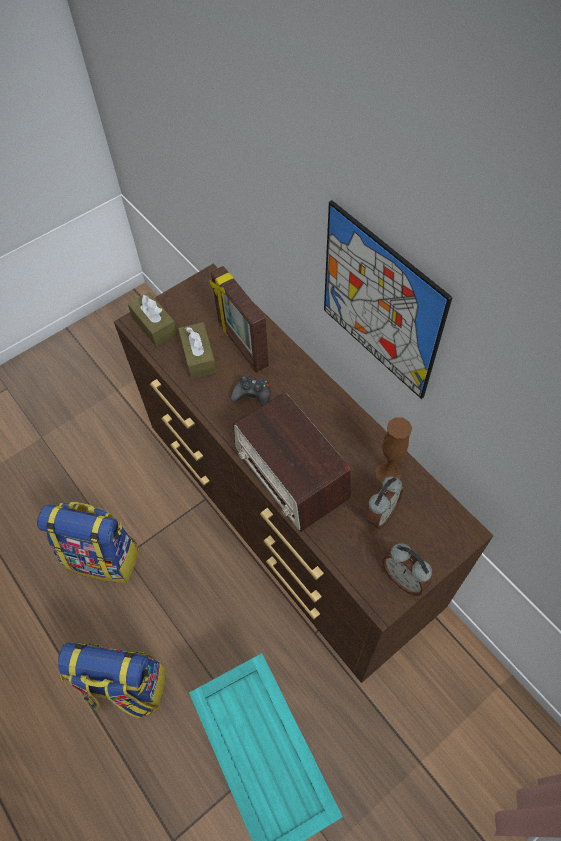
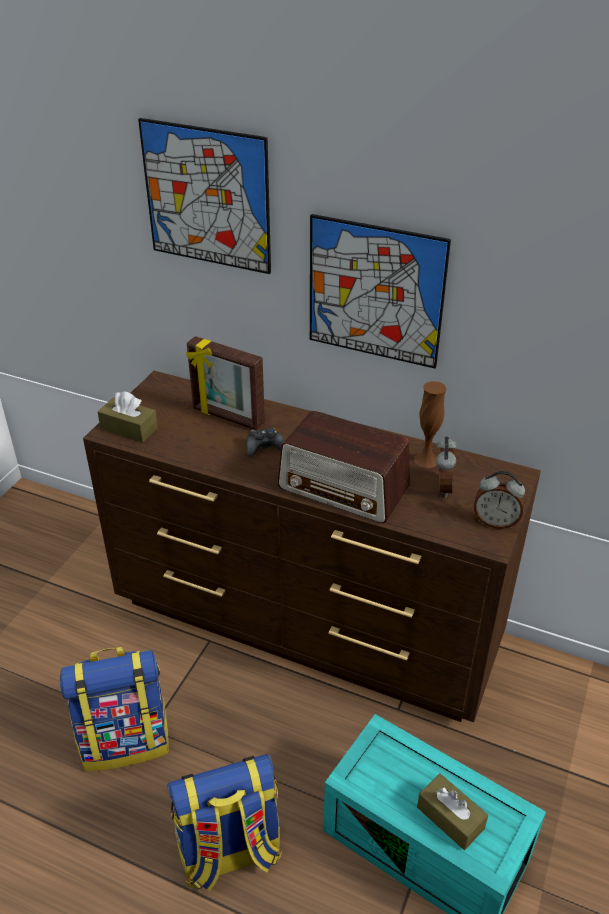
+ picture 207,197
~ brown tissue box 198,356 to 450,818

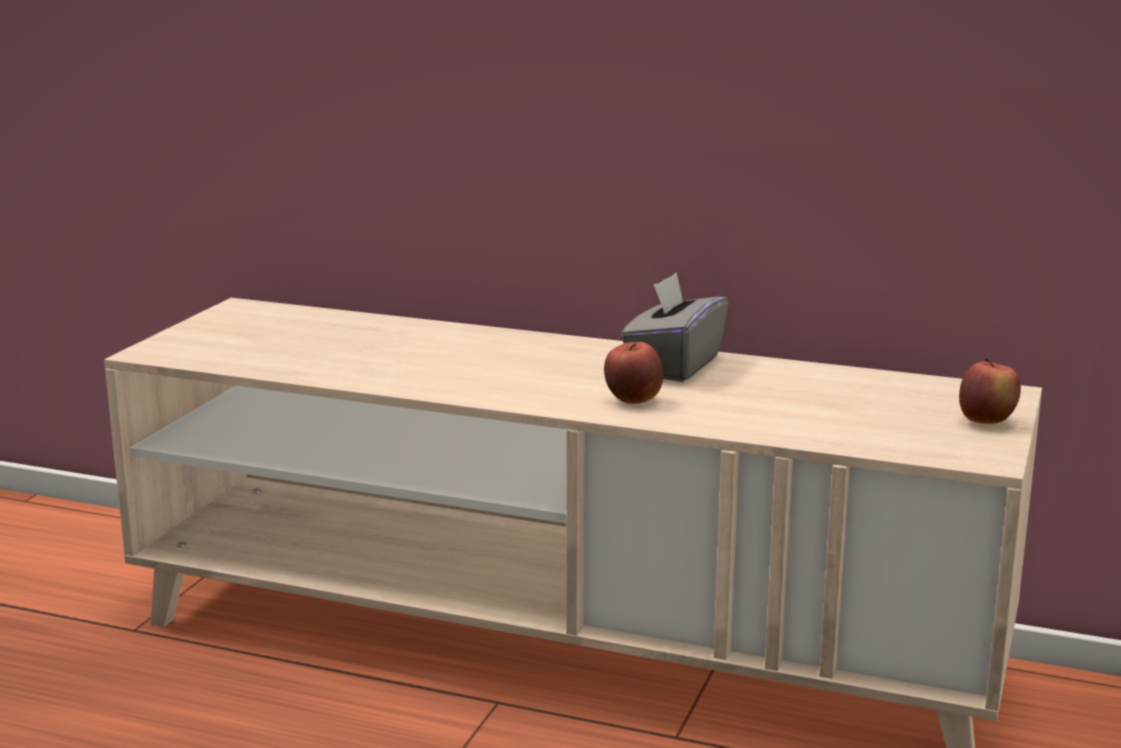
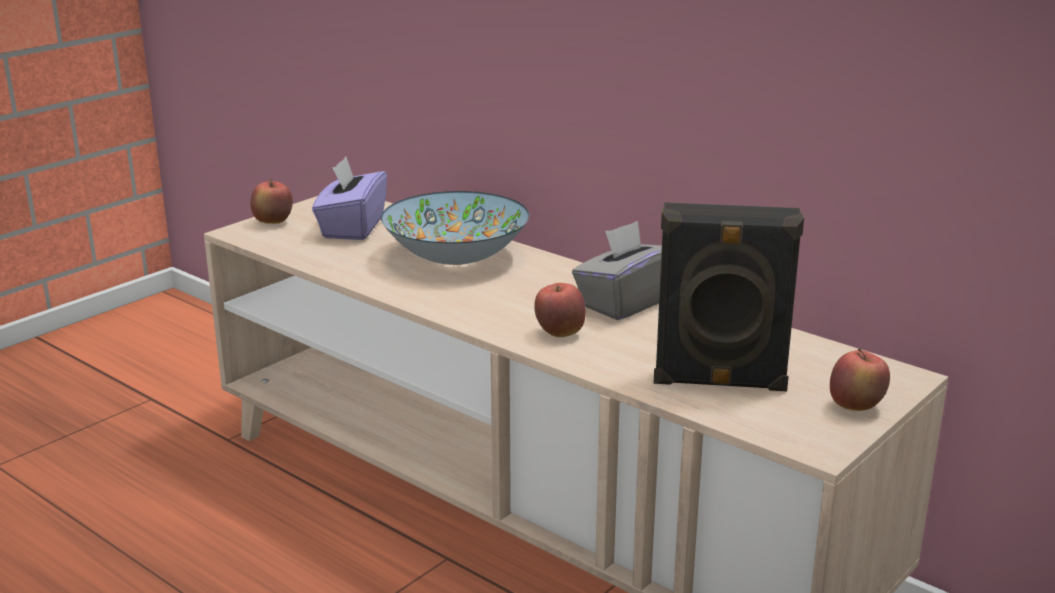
+ apple 273,223
+ purple tissue box 352,227
+ bowl 455,257
+ black speaker 719,382

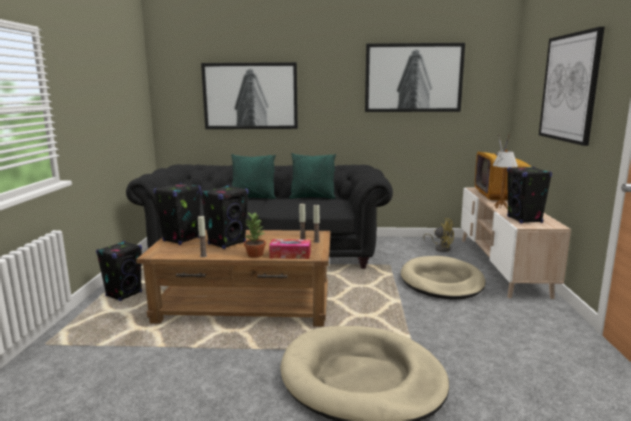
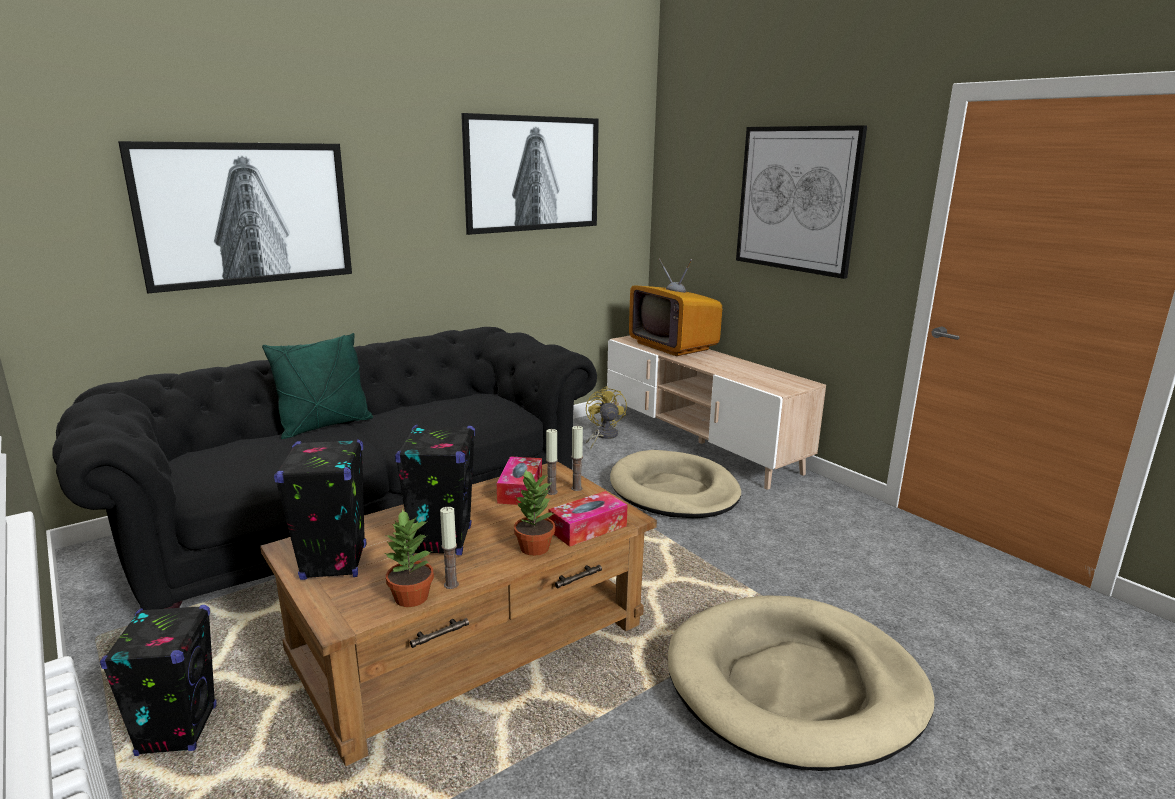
+ potted plant 411,598
+ tissue box 520,489
~ yellow fan 441,248 = 603,436 90 degrees counterclockwise
- green pillow 312,197
- table lamp 501,207
- black speaker 524,220

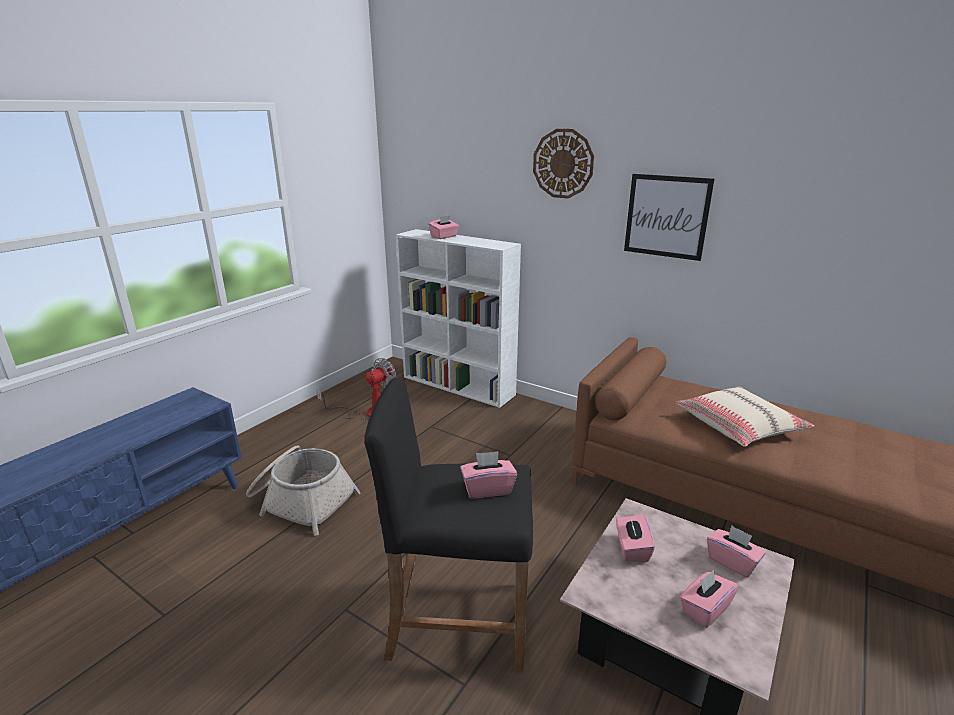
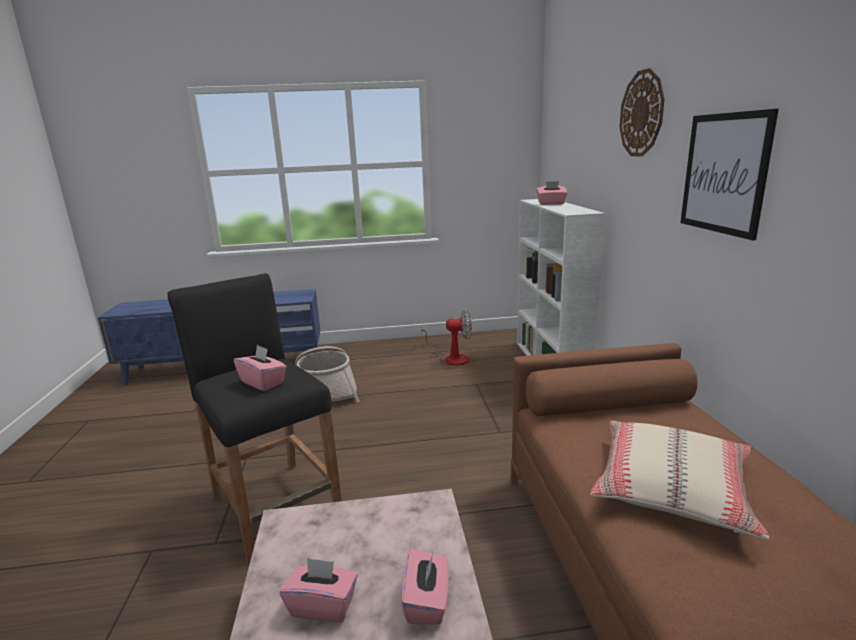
- pink tissue box 631,548

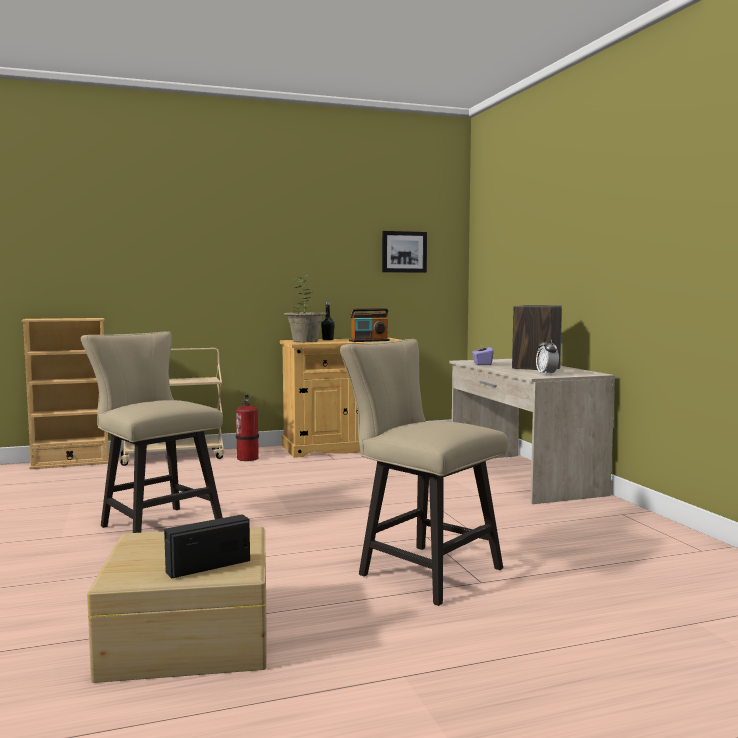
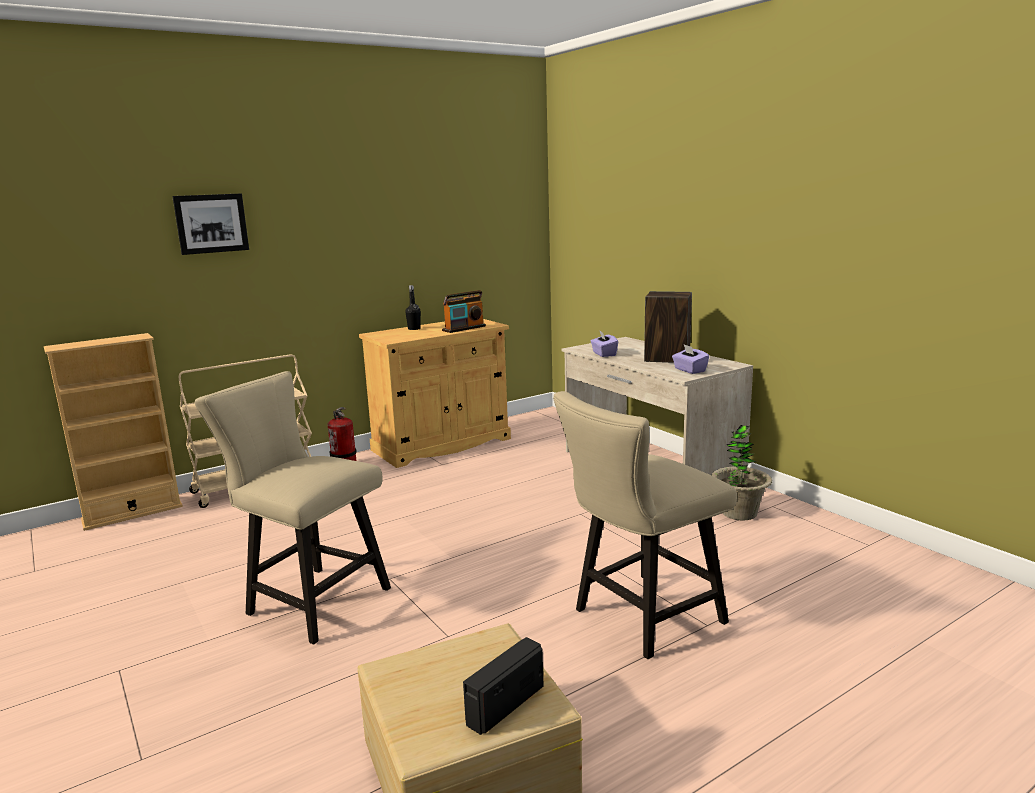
~ picture 404,252 to 211,223
~ beige chair 421,570 = 640,619 60 degrees counterclockwise
~ alarm clock 546,374 to purple tissue box 689,370
~ potted plant 305,341 to 739,513

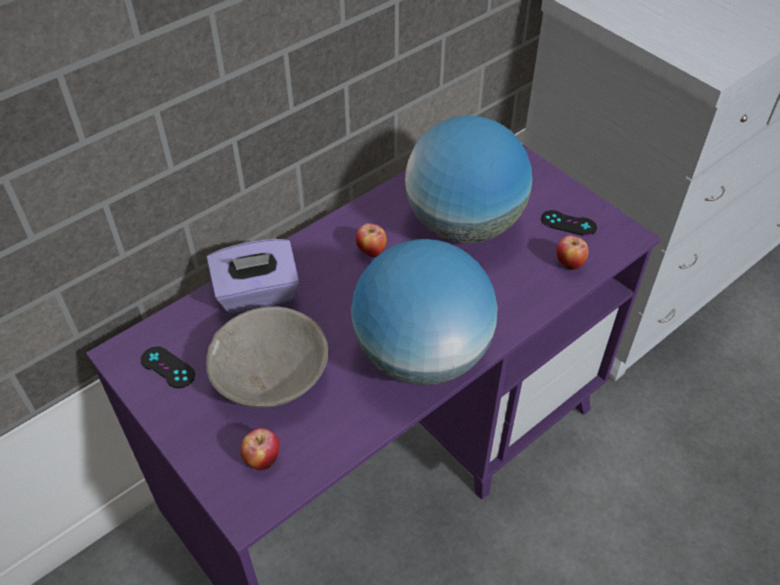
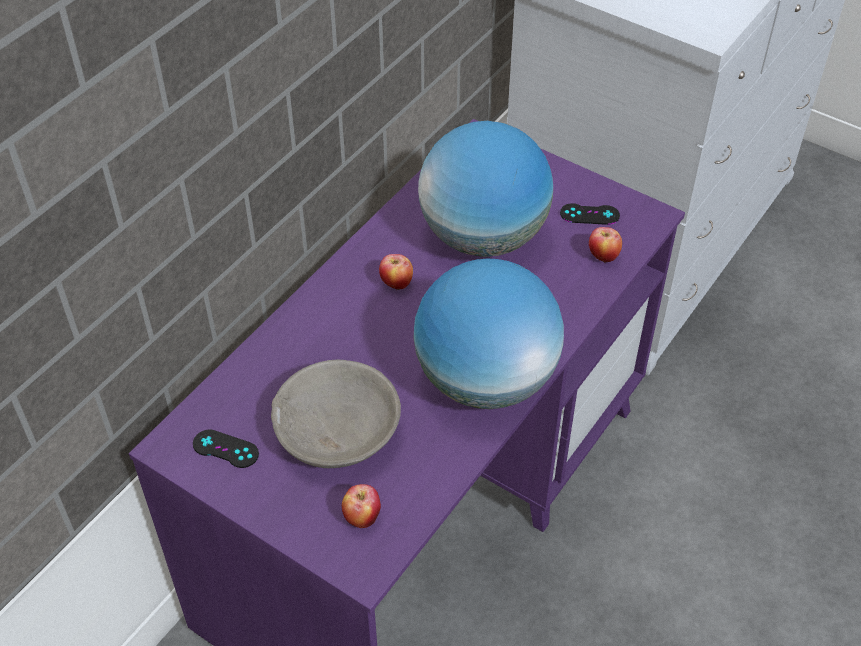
- purple tissue box 257,294

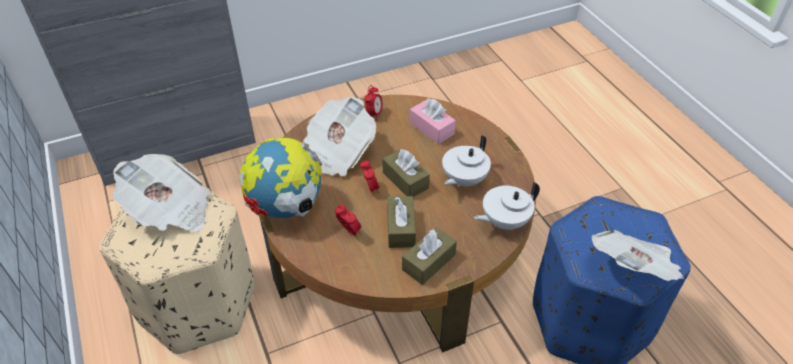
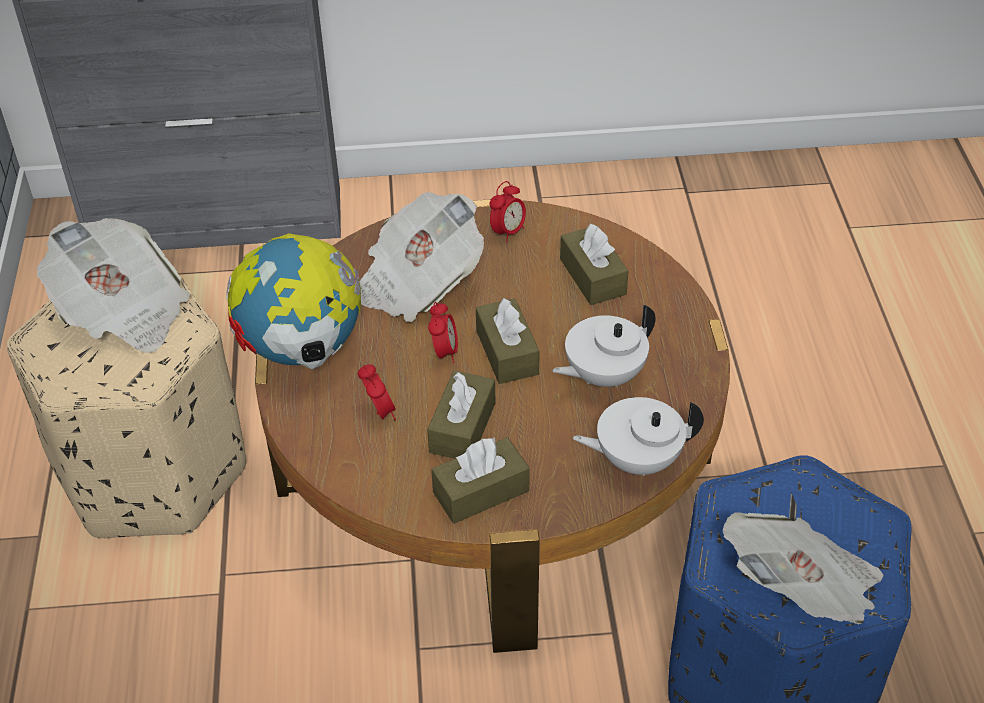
~ pink tissue box 431,128 to brown tissue box 592,276

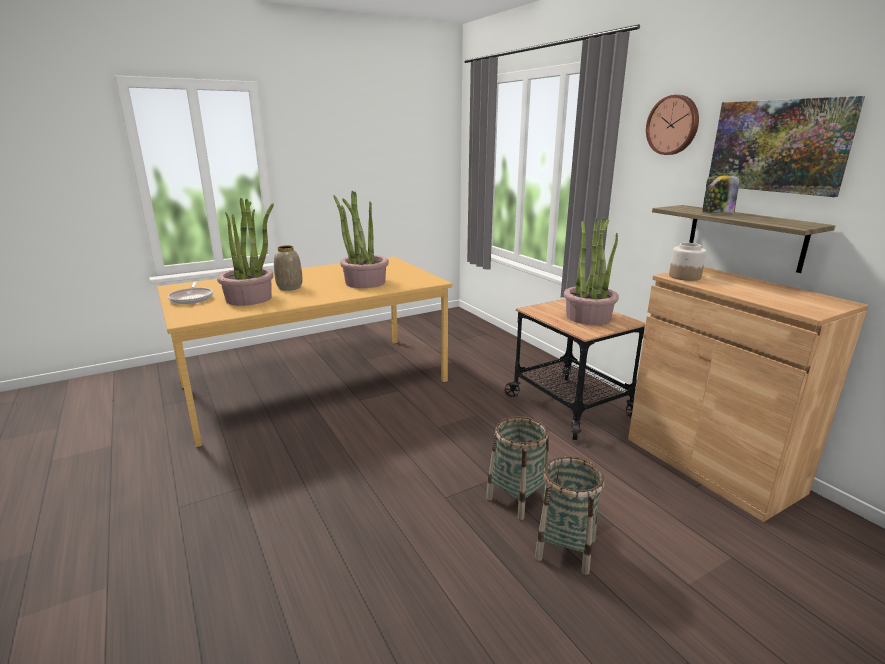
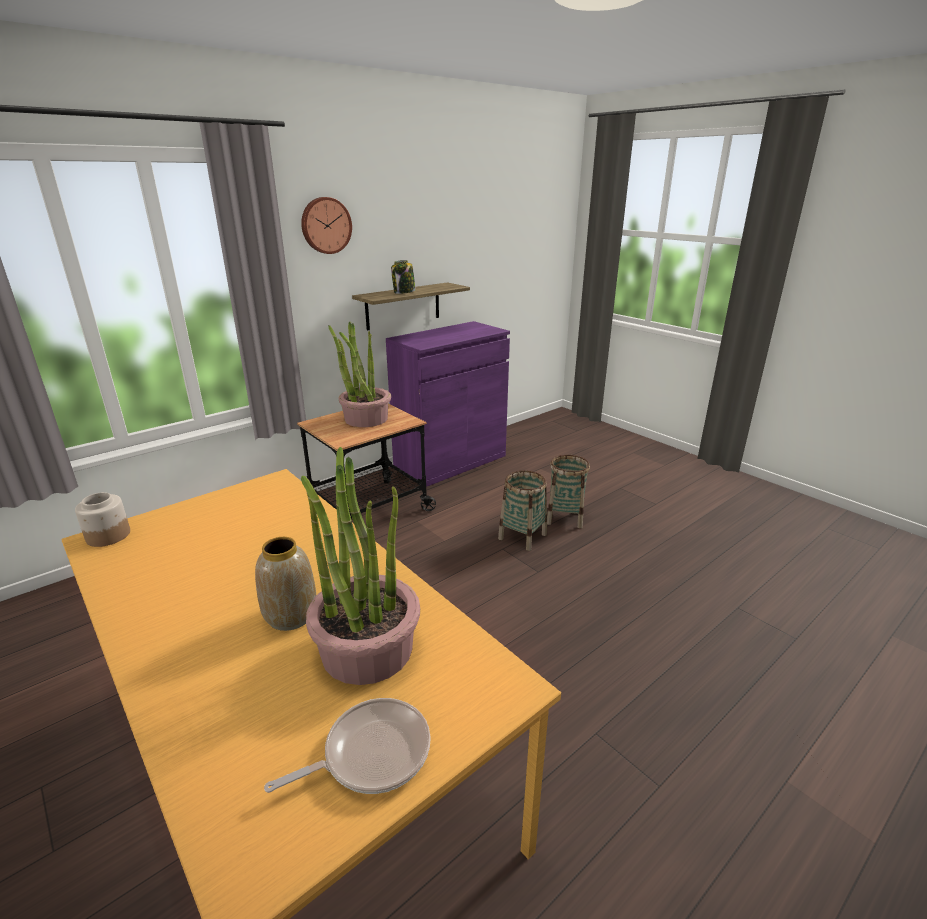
~ jar 684,276 to 108,536
~ brown cabinet 711,464 to purple cabinet 450,462
- potted plant 365,282
- picture 778,146

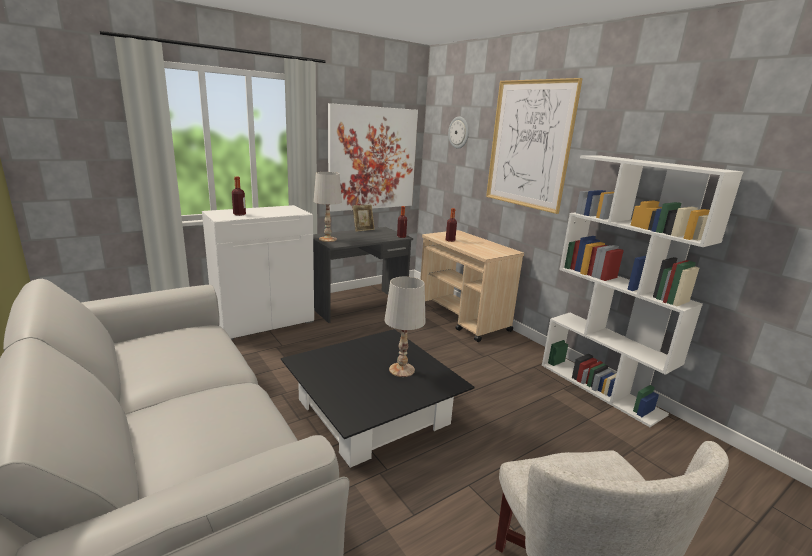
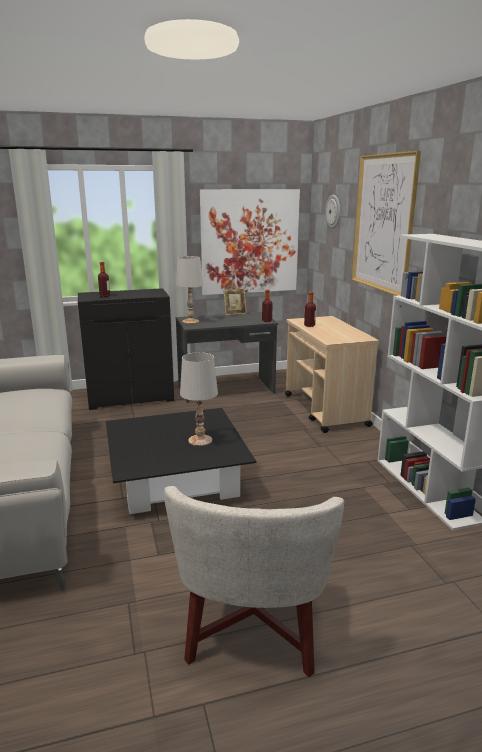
~ white cabinet 264,322 to black cabinet 131,397

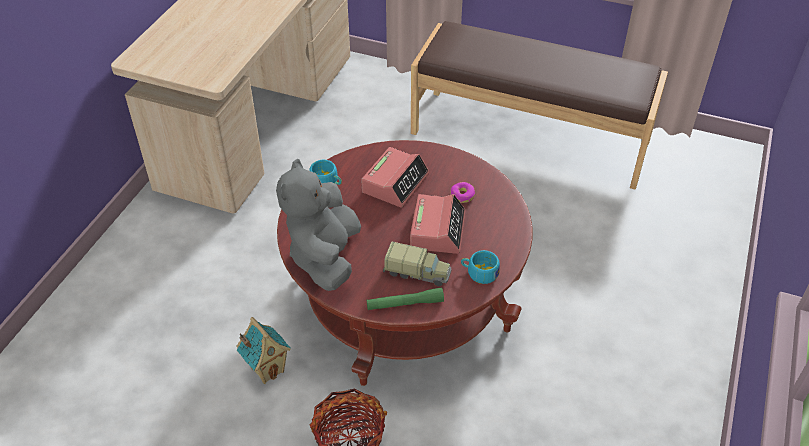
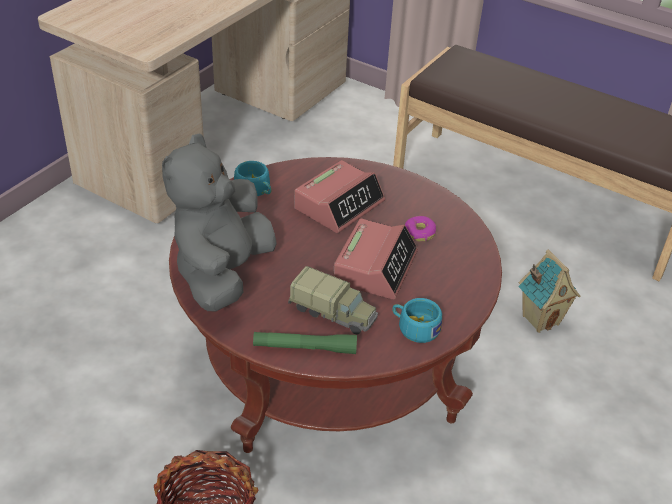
~ toy house 267,369 to 540,319

